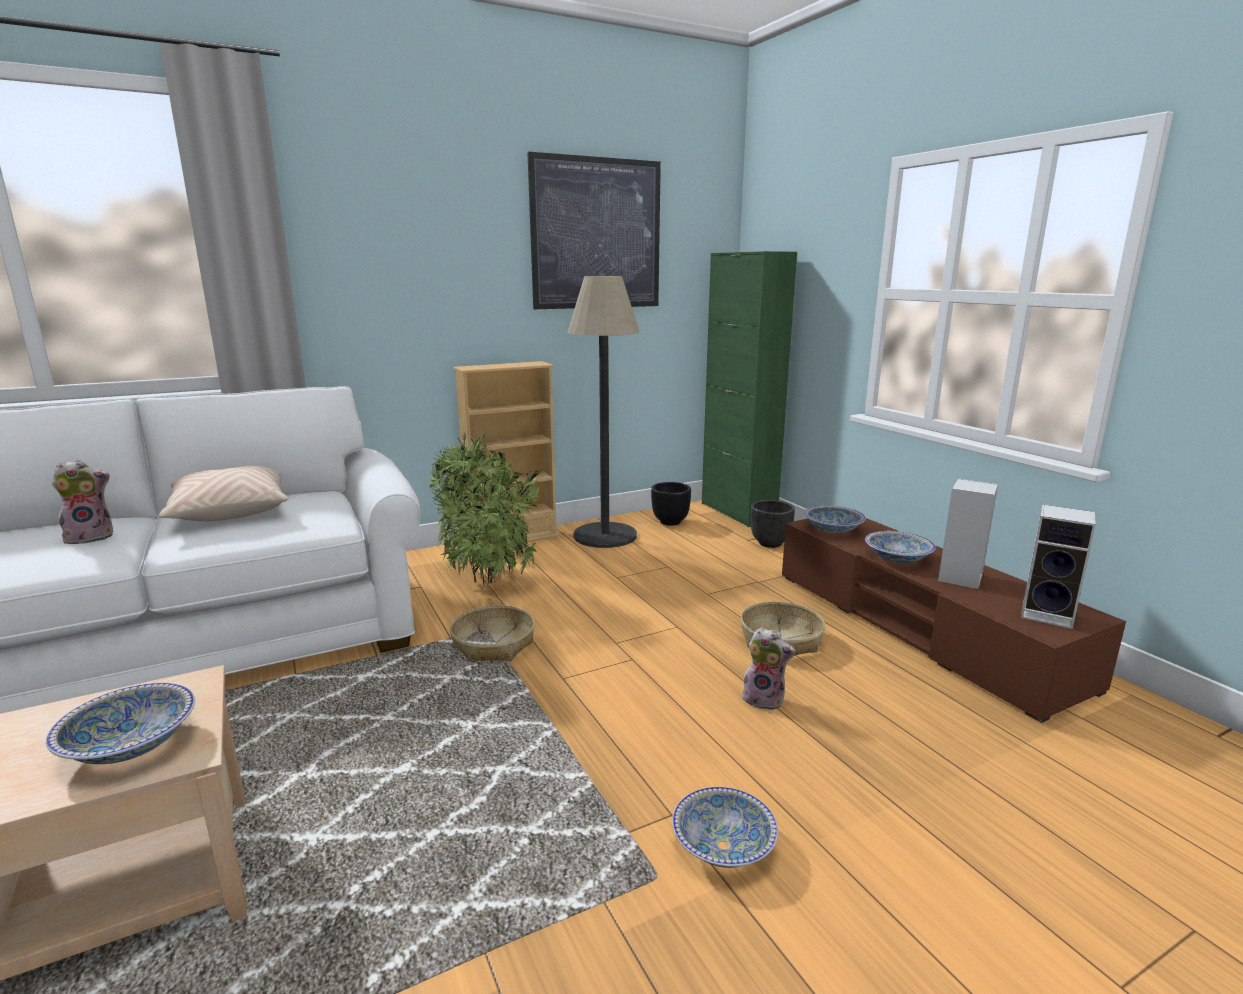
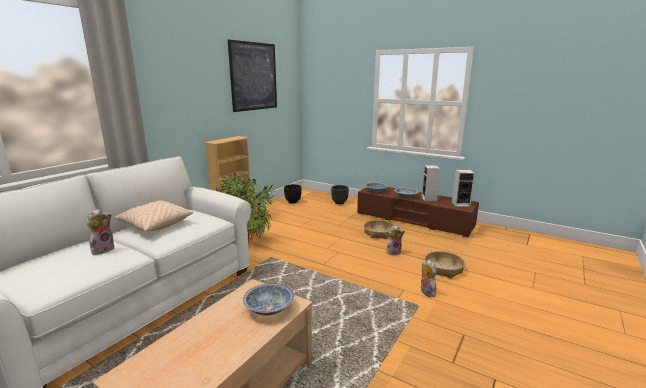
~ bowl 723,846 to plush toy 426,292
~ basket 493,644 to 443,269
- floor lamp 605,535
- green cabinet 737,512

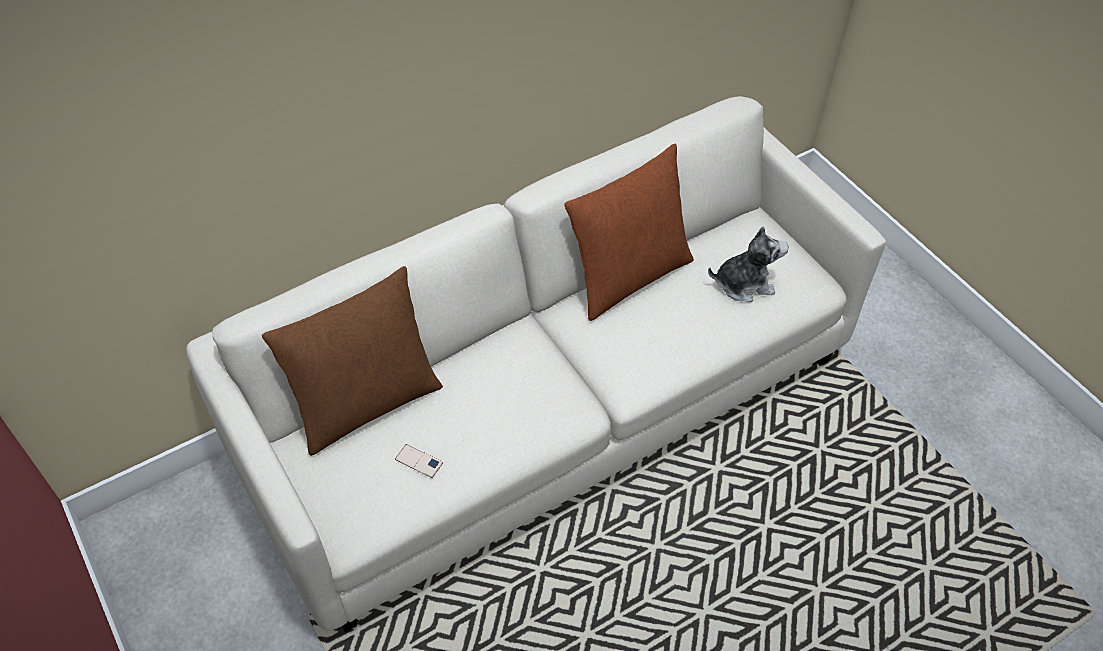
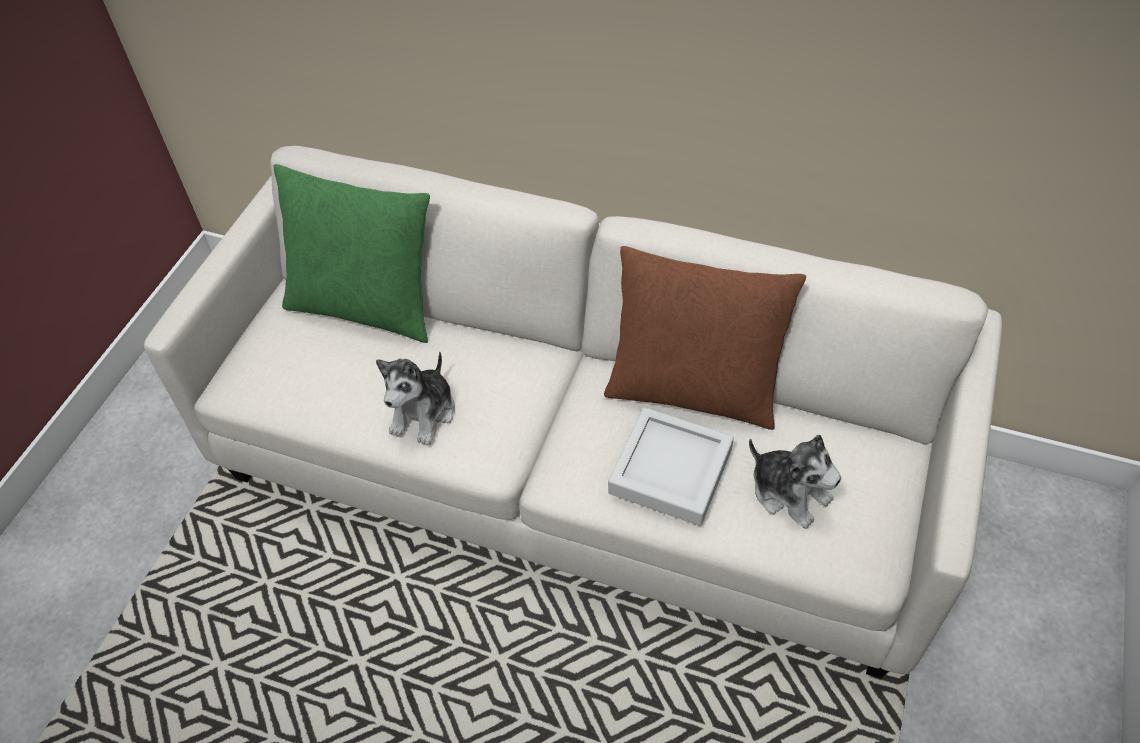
~ brown pillow 366,402 to green pillow 366,306
+ plush toy 424,413
+ grey tray 670,471
- phone 419,461

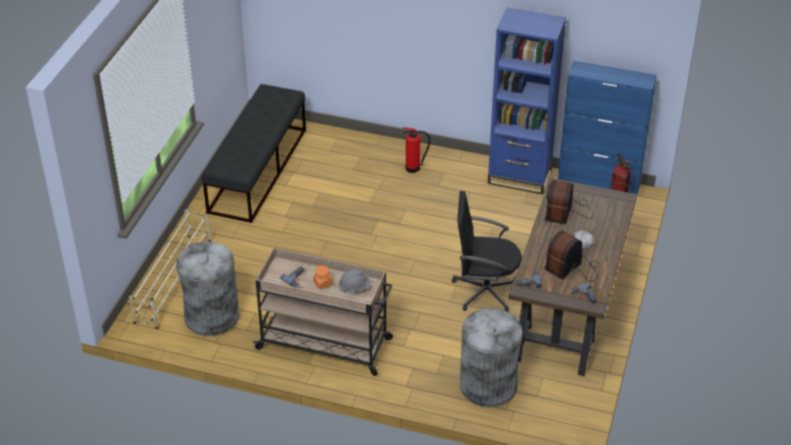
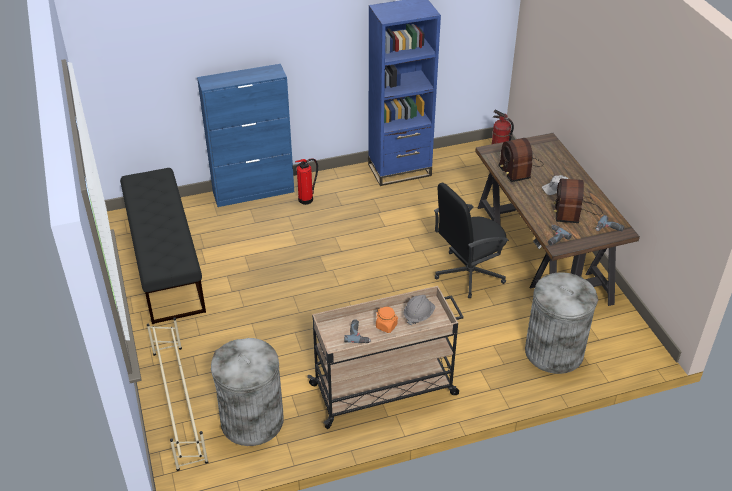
~ blue cabinet 599,186 to 254,192

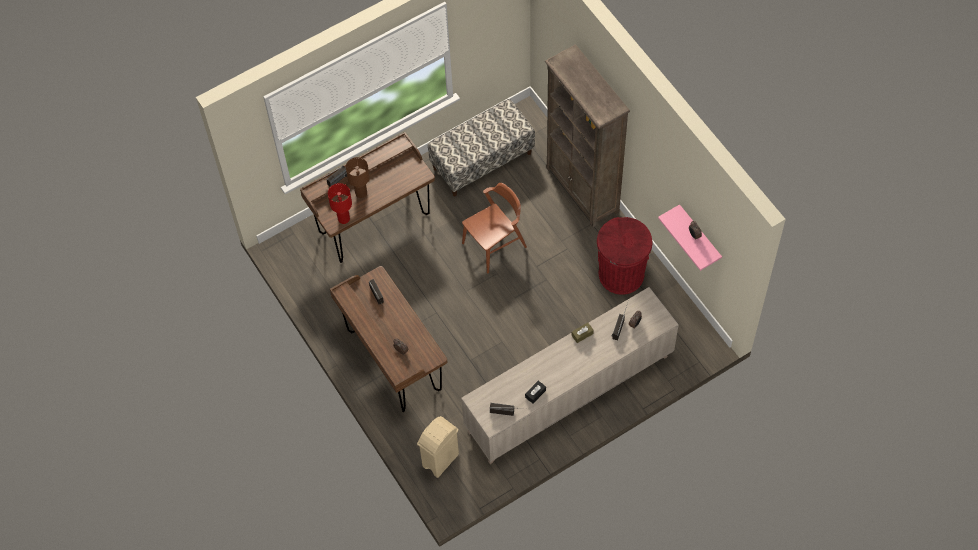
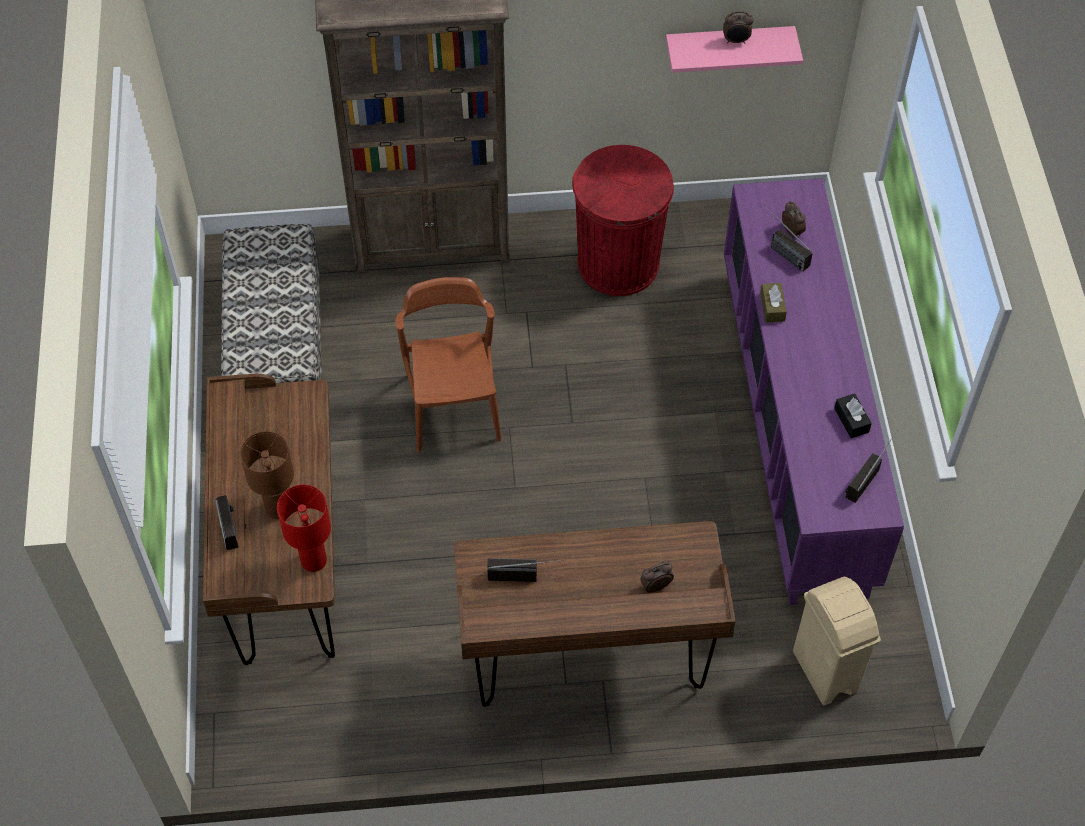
~ beige cabinet 569,394 to purple cabinet 795,426

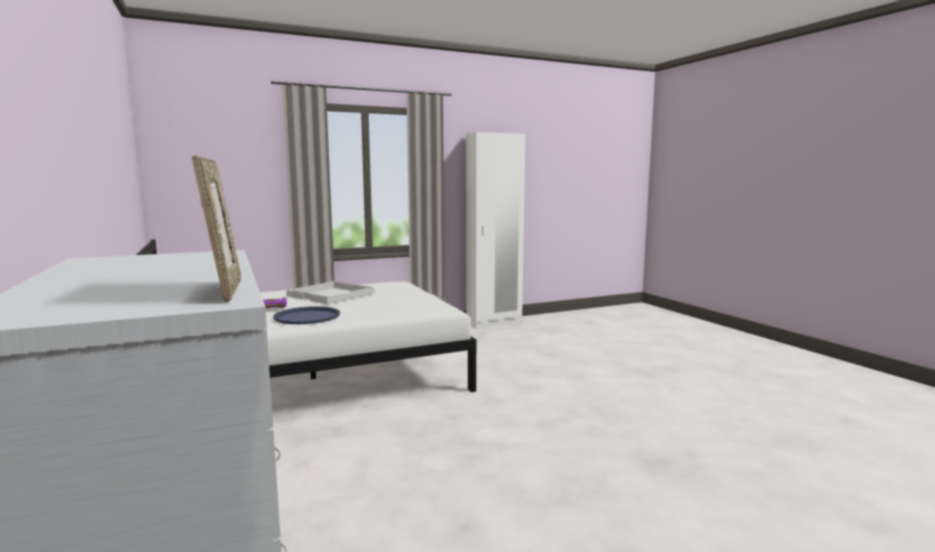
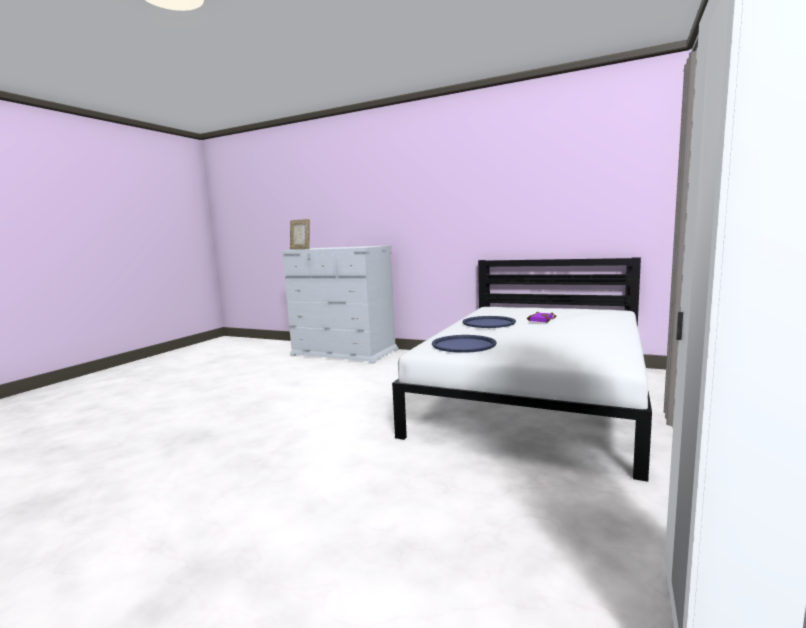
+ blue tray 463,345
- white tray 332,294

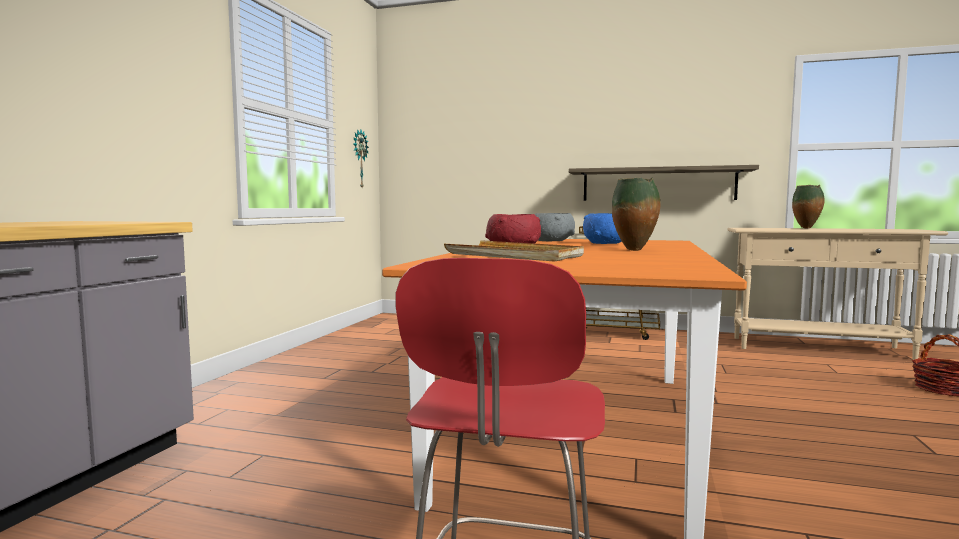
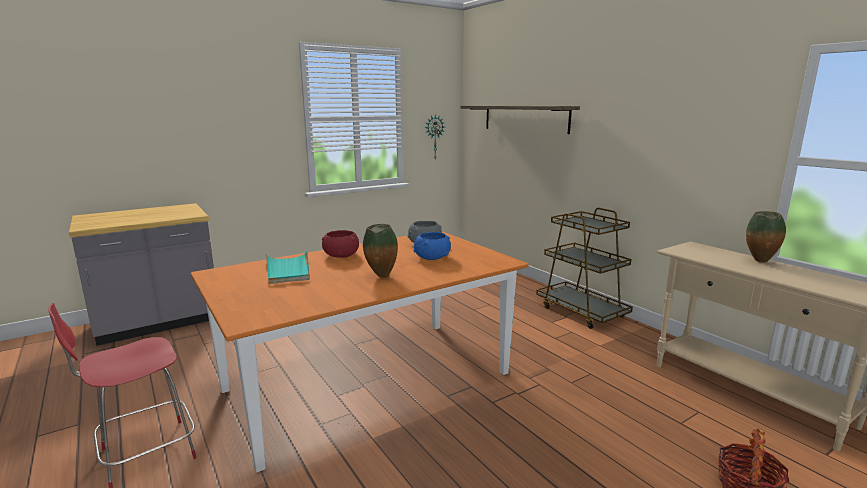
~ beige tray 514,256 to turquoise tray 288,270
~ shelf 658,184 to 525,118

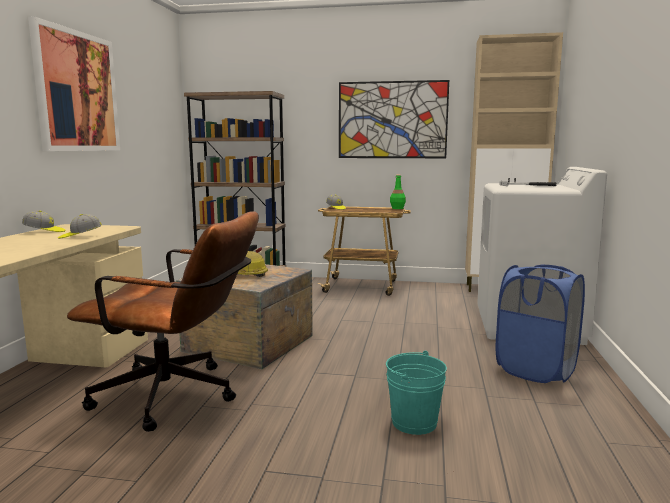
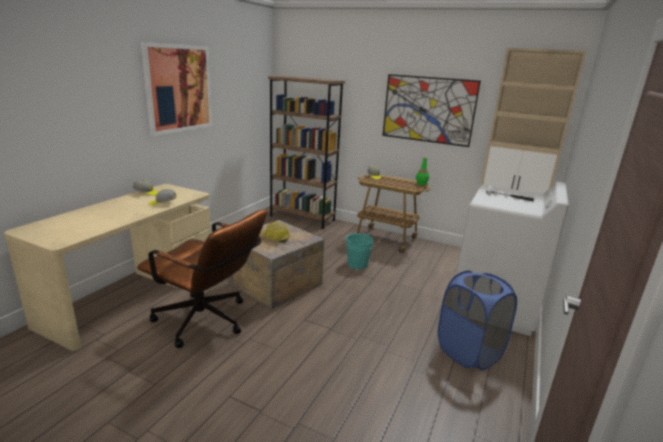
~ turquoise bucket 414,422 to 357,264

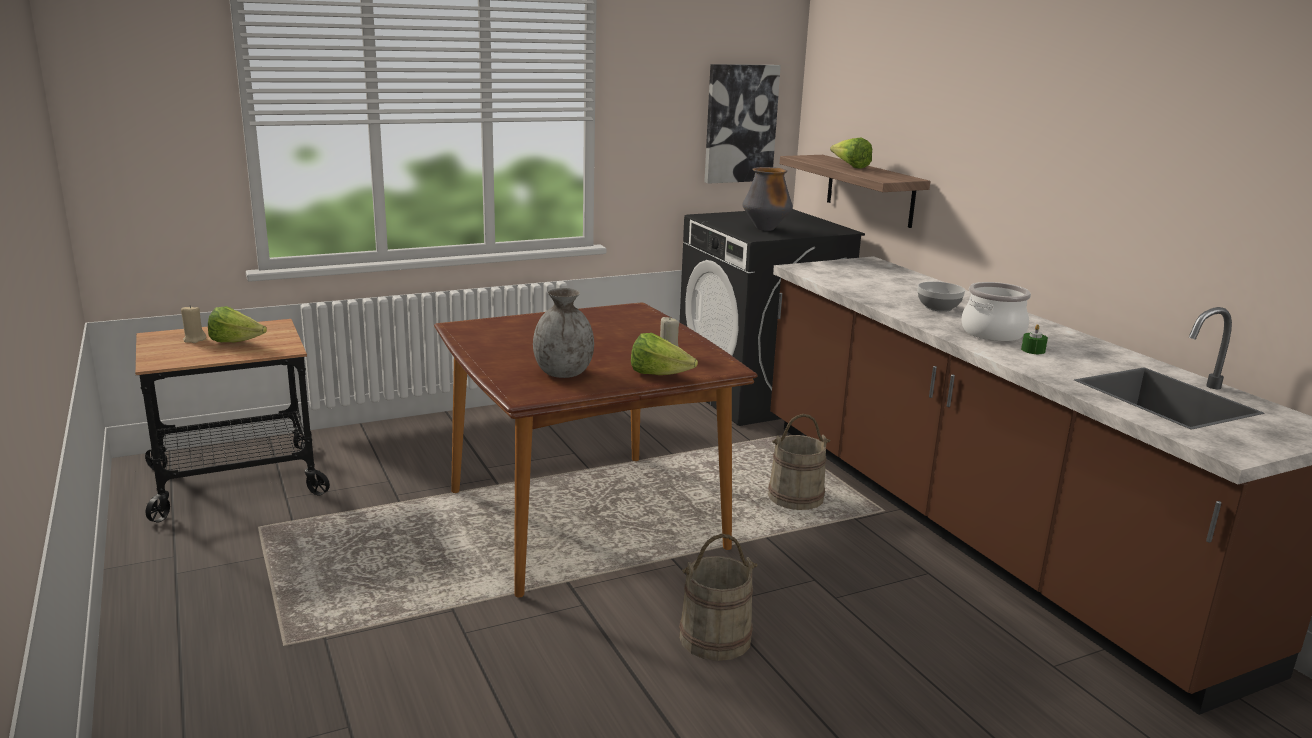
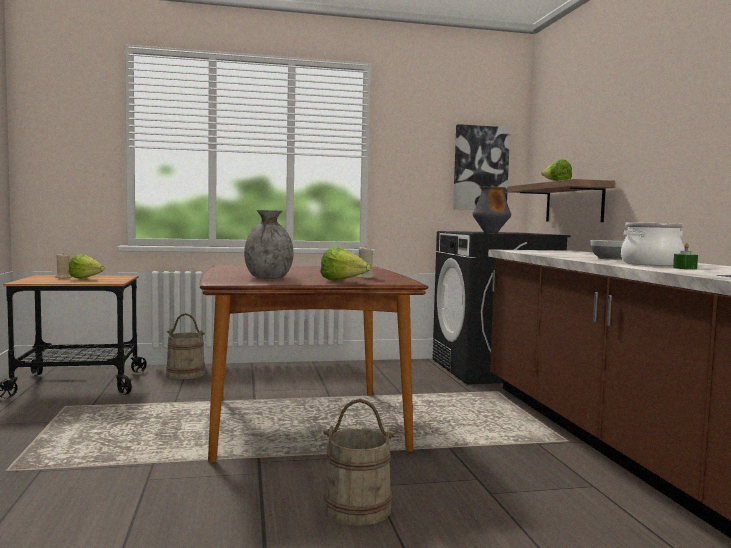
~ beige bucket 795,498 to 186,374

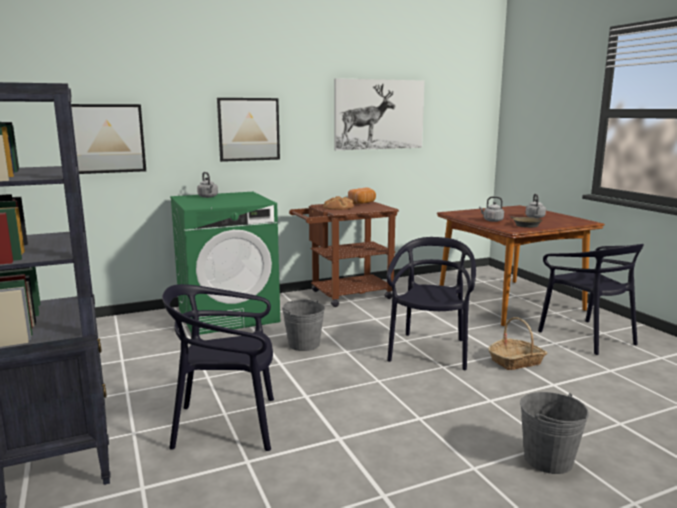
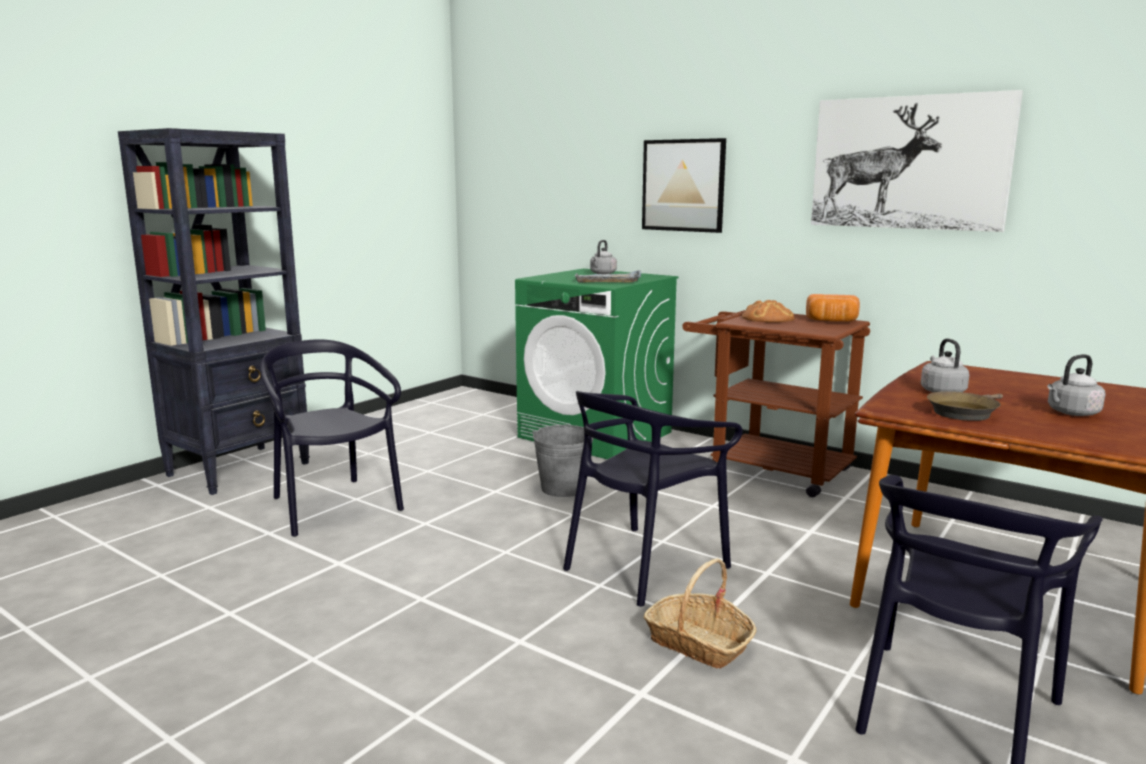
~ black chair 430,351 = 644,565 150 degrees clockwise
+ grey tray 609,280
- picture 108,138
- grey bucket 548,459

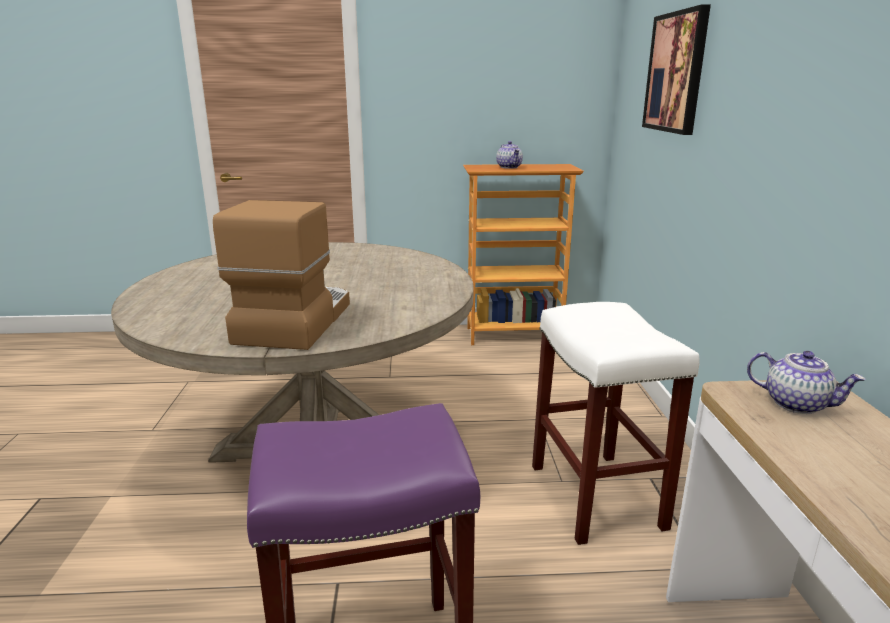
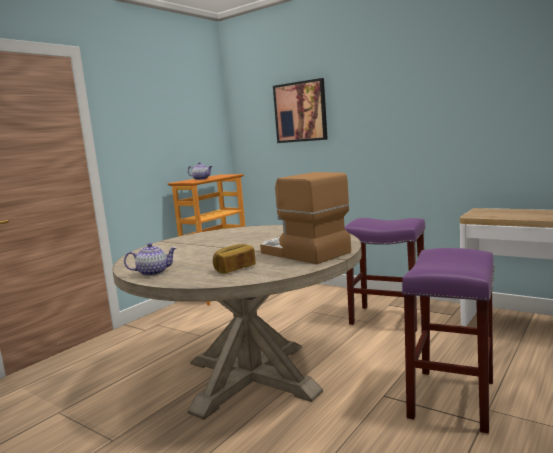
~ teapot 796,404 to 153,272
+ bread 235,269
~ white stool 597,497 to purple stool 389,318

